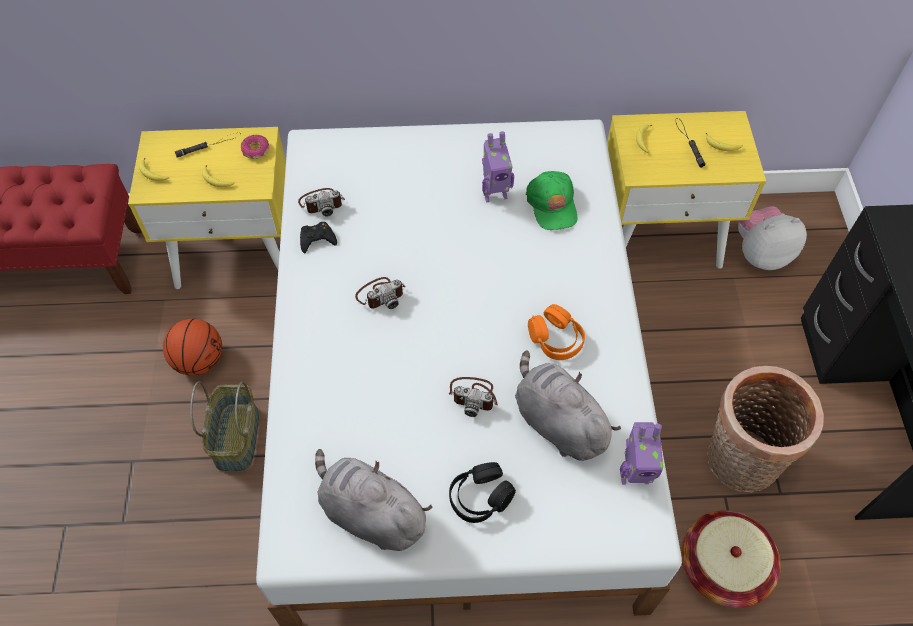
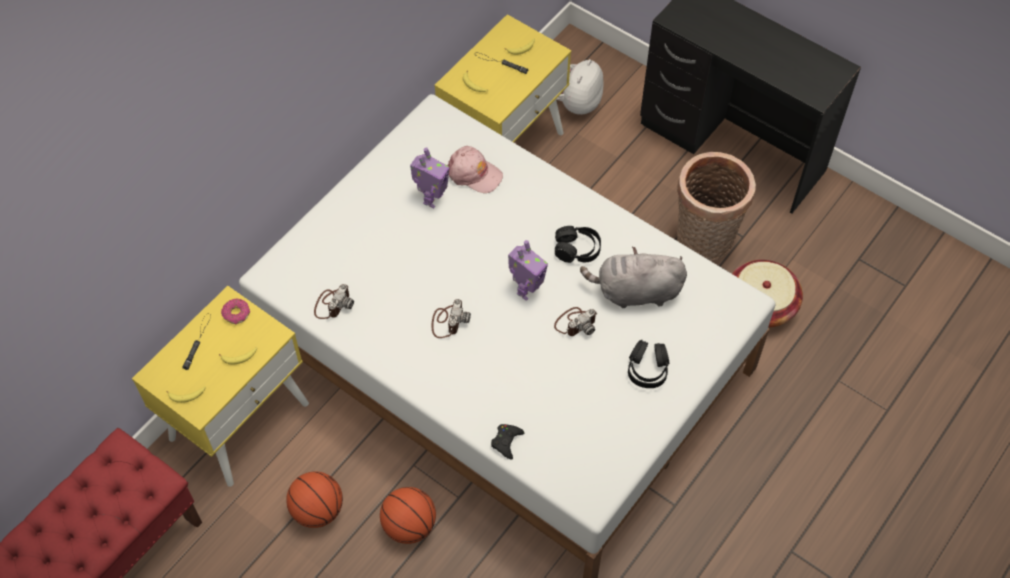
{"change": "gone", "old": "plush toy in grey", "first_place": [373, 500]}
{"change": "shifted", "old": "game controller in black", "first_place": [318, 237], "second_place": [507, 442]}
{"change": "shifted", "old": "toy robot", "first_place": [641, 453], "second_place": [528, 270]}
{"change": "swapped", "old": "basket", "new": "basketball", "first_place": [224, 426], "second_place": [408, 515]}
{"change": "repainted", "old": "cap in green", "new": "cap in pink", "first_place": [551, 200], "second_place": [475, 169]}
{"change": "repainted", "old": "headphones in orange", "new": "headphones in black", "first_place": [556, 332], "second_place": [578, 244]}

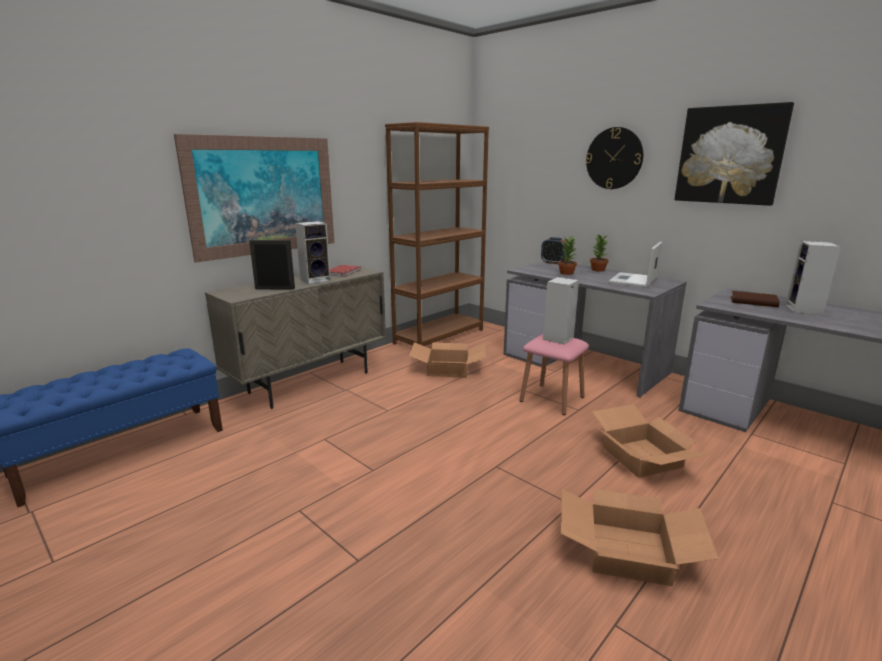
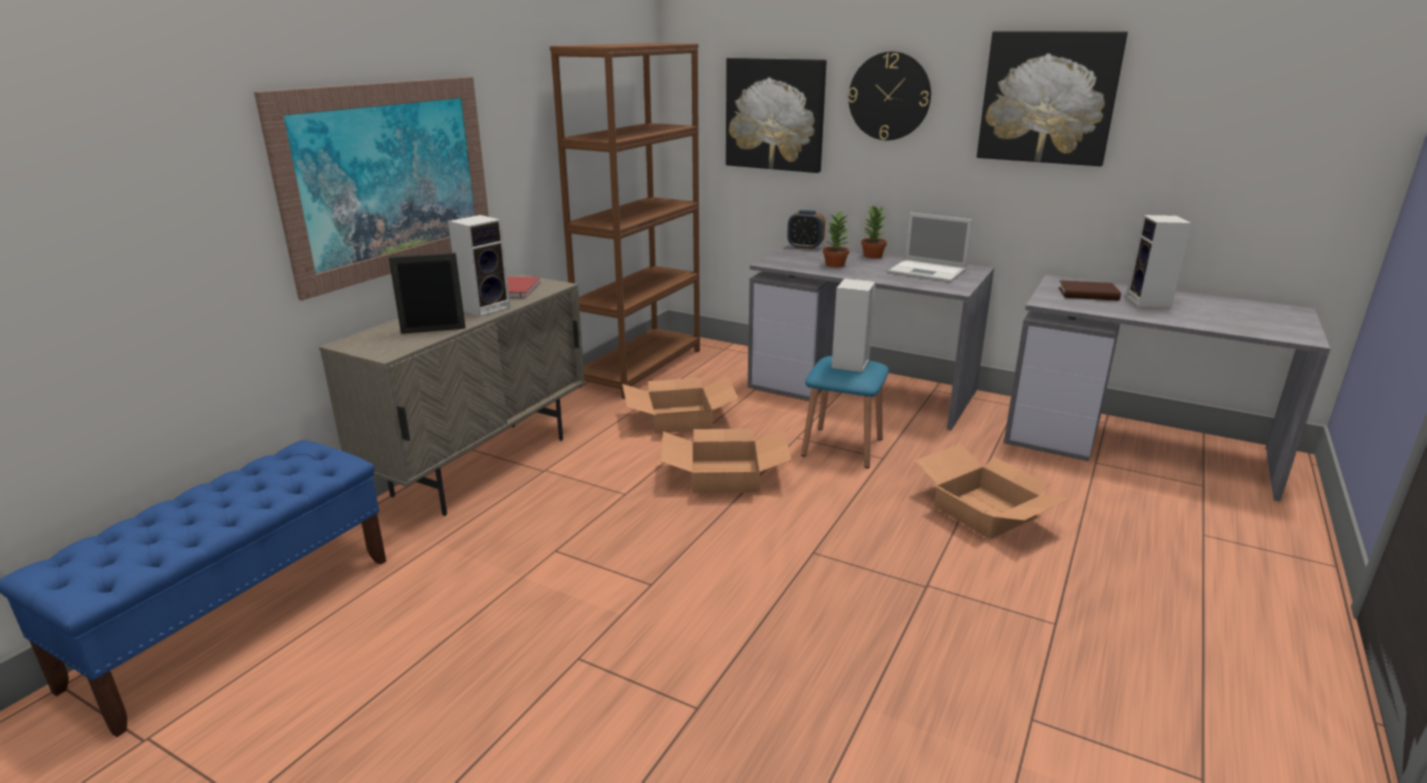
{"change": "new", "new": "picture", "second_place": [776, 115]}
{"change": "shifted", "old": "cardboard box", "first_place": [640, 537], "second_place": [726, 461]}
{"change": "repainted", "old": "stool in pink", "new": "stool in blue", "first_place": [554, 374], "second_place": [845, 412]}
{"change": "rotated", "old": "laptop", "first_place": [635, 265], "second_place": [930, 247], "degrees": -75}

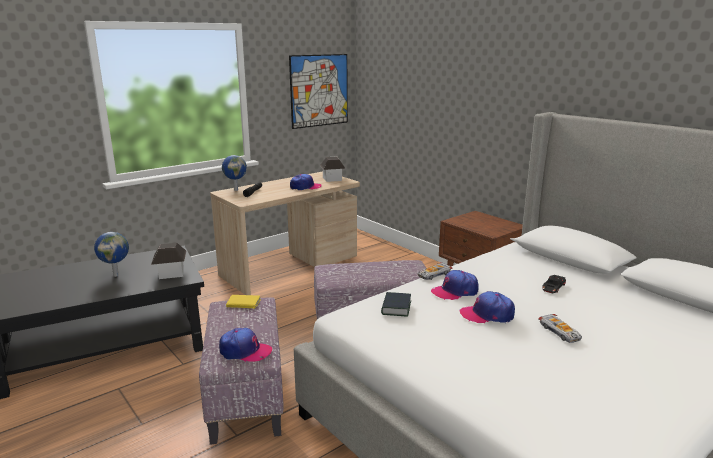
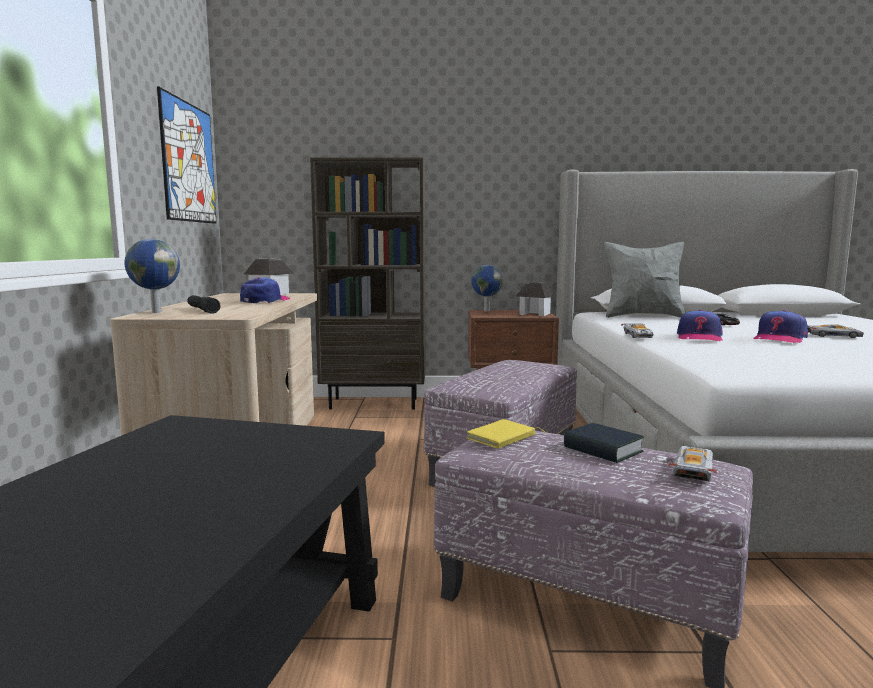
{"change": "new", "new": "bookcase in brown", "second_place": [368, 283]}
{"change": "new", "new": "pillow in grey", "second_place": [645, 279]}
{"change": "shifted", "old": "globe", "first_place": [111, 254], "second_place": [487, 288]}
{"change": "shifted", "old": "toy house", "first_place": [168, 261], "second_place": [535, 299]}
{"change": "shifted", "old": "book", "first_place": [396, 304], "second_place": [604, 443]}
{"change": "swapped", "old": "cap", "new": "toy car", "first_place": [245, 345], "second_place": [692, 463]}

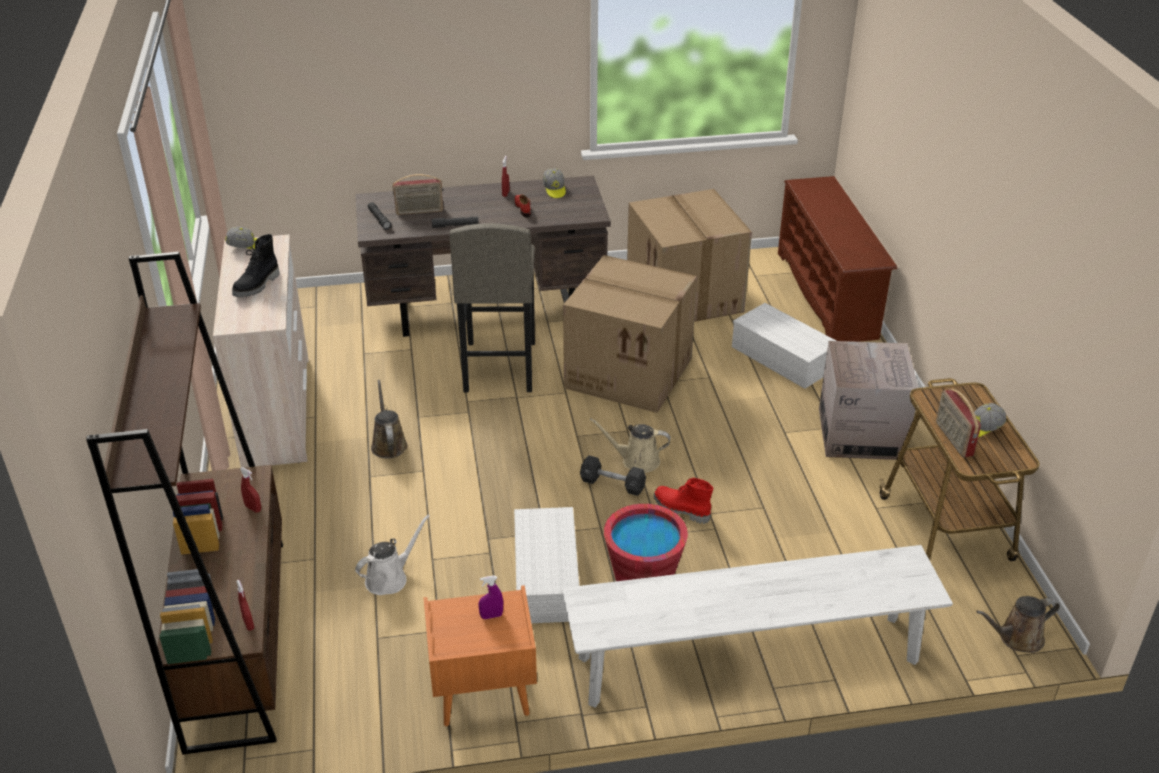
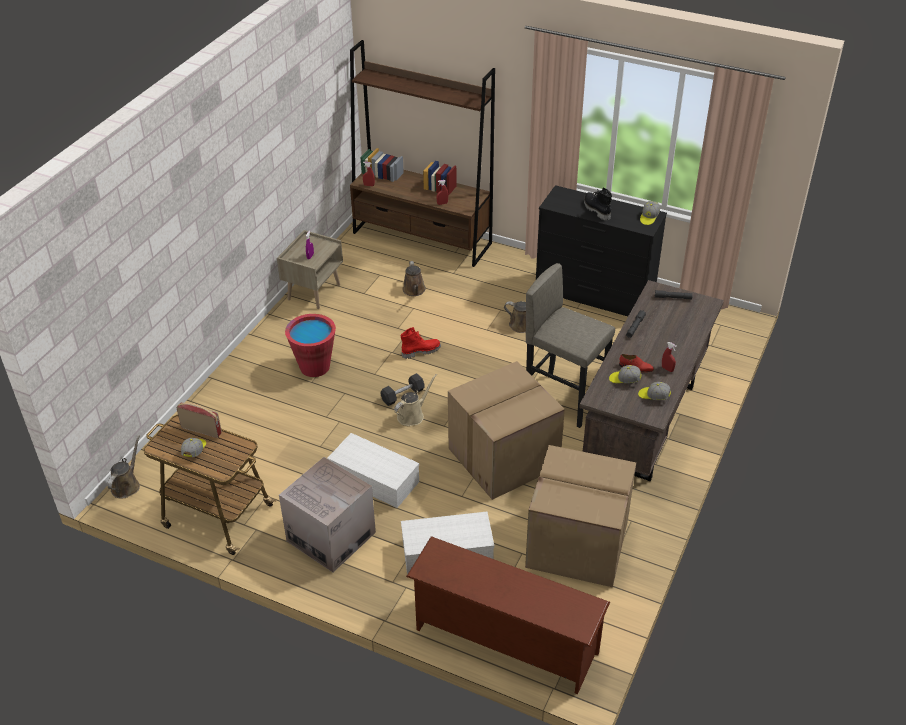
{"change": "gone", "old": "radio", "first_place": [418, 194]}
{"change": "gone", "old": "bench in white", "first_place": [757, 626]}
{"change": "new", "new": "cap", "second_place": [625, 374]}
{"change": "shifted", "old": "storage box in white", "first_place": [546, 565], "second_place": [373, 470]}
{"change": "shifted", "old": "boot in red", "first_place": [683, 501], "second_place": [420, 343]}
{"change": "repainted", "old": "dresser in beige", "new": "dresser in black", "first_place": [261, 351], "second_place": [601, 250]}
{"change": "repainted", "old": "watering can in white", "new": "watering can in brown", "first_place": [392, 555], "second_place": [414, 278]}
{"change": "repainted", "old": "nightstand in orange", "new": "nightstand in beige", "first_place": [480, 655], "second_place": [310, 269]}

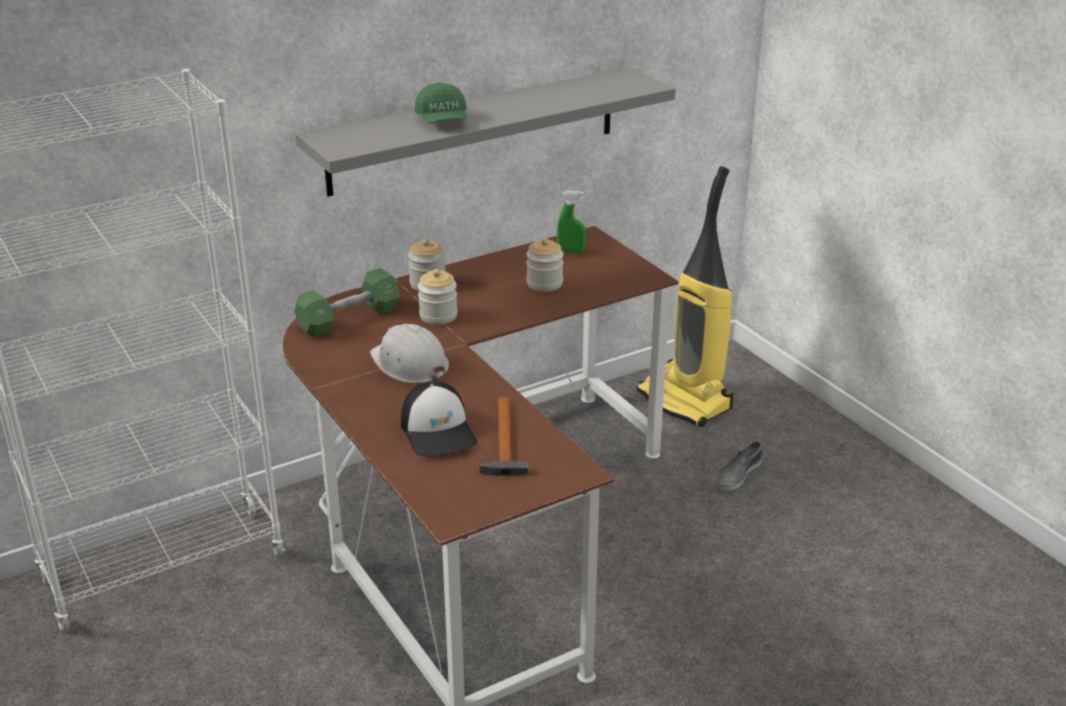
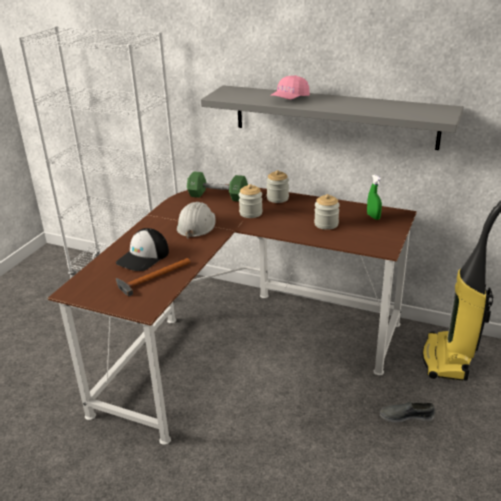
{"change": "repainted", "old": "cap in green", "new": "cap in pink", "first_place": [440, 102], "second_place": [290, 87]}

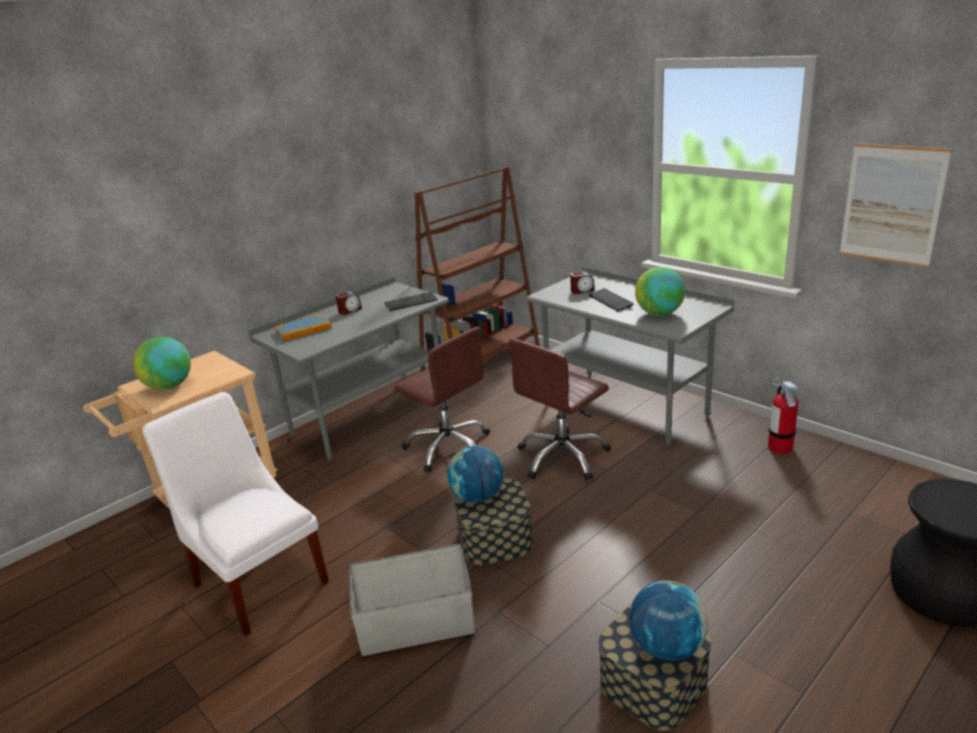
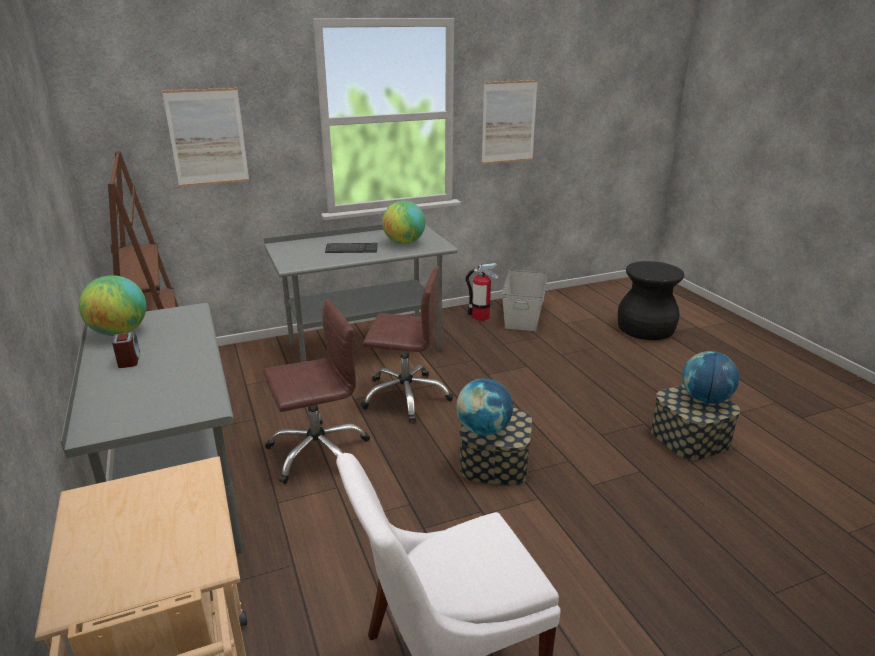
{"change": "gone", "old": "book", "first_place": [303, 327]}
{"change": "gone", "old": "keyboard", "first_place": [411, 301]}
{"change": "gone", "old": "alarm clock", "first_place": [582, 282]}
{"change": "new", "new": "picture", "second_place": [205, 137]}
{"change": "shifted", "old": "globe", "first_place": [162, 363], "second_place": [112, 305]}
{"change": "shifted", "old": "storage box in grey", "first_place": [412, 600], "second_place": [525, 300]}
{"change": "rotated", "old": "office chair in brown", "first_place": [560, 410], "second_place": [406, 344], "degrees": -60}

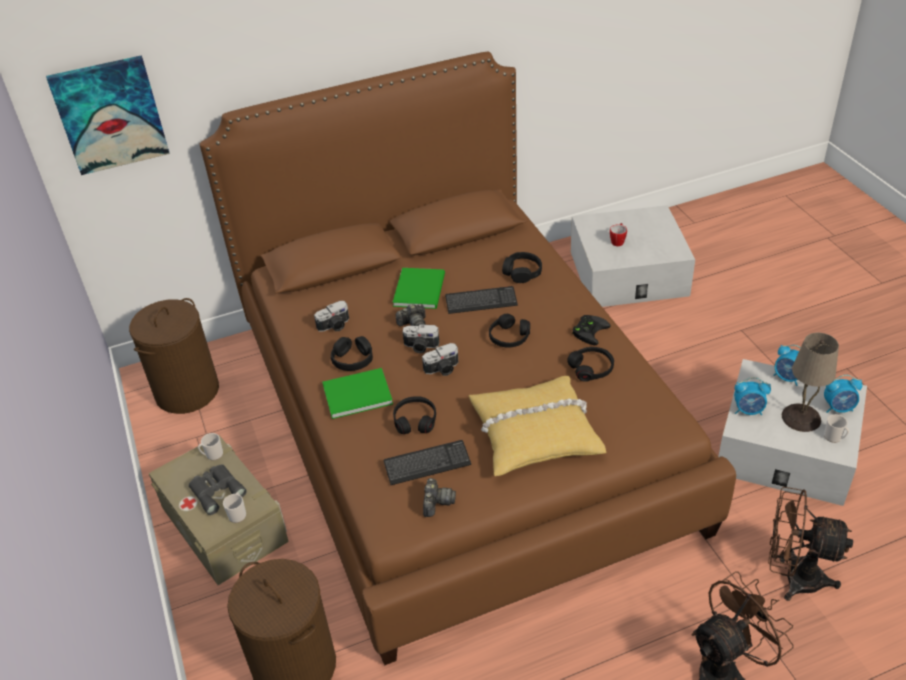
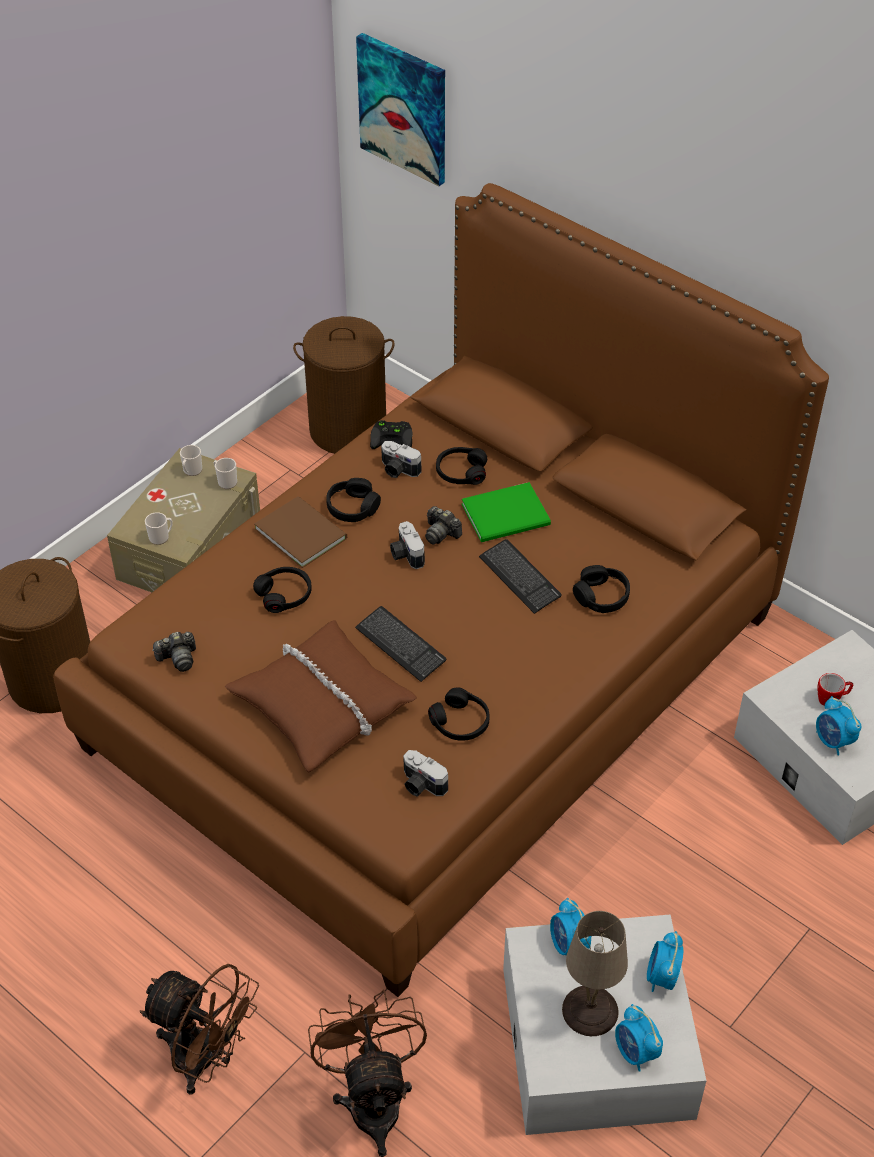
{"change": "gone", "old": "binoculars in grey", "first_place": [218, 490]}
{"change": "new", "new": "alarm clock", "second_place": [838, 726]}
{"change": "shifted", "old": "keyboard", "first_place": [427, 462], "second_place": [401, 644]}
{"change": "shifted", "old": "photo camera", "first_place": [440, 359], "second_place": [425, 773]}
{"change": "shifted", "old": "headphones in black", "first_place": [509, 331], "second_place": [461, 466]}
{"change": "shifted", "old": "game controller in black", "first_place": [591, 330], "second_place": [391, 434]}
{"change": "shifted", "old": "mug", "first_place": [836, 428], "second_place": [191, 460]}
{"change": "repainted", "old": "book in green", "new": "book in brown", "first_place": [357, 393], "second_place": [300, 532]}
{"change": "repainted", "old": "pillow in yellow", "new": "pillow in brown", "first_place": [538, 426], "second_place": [321, 696]}

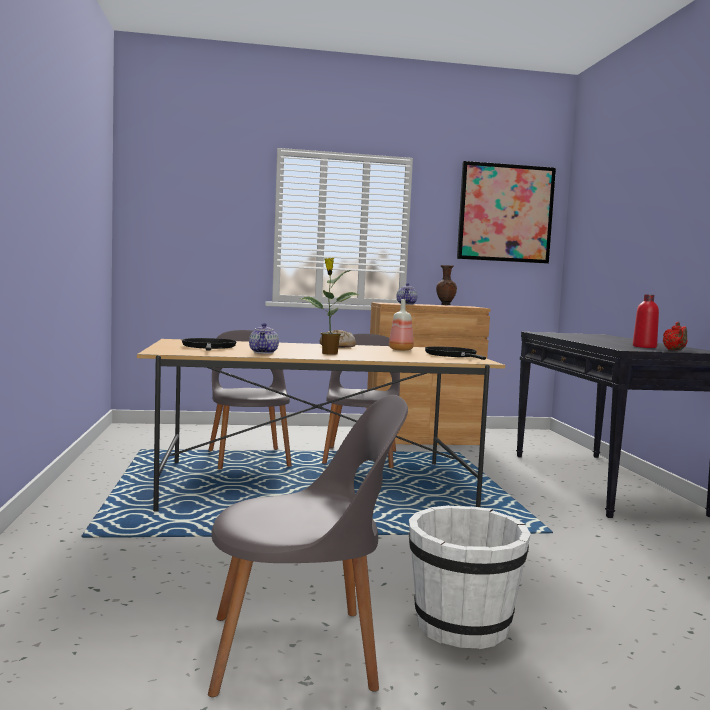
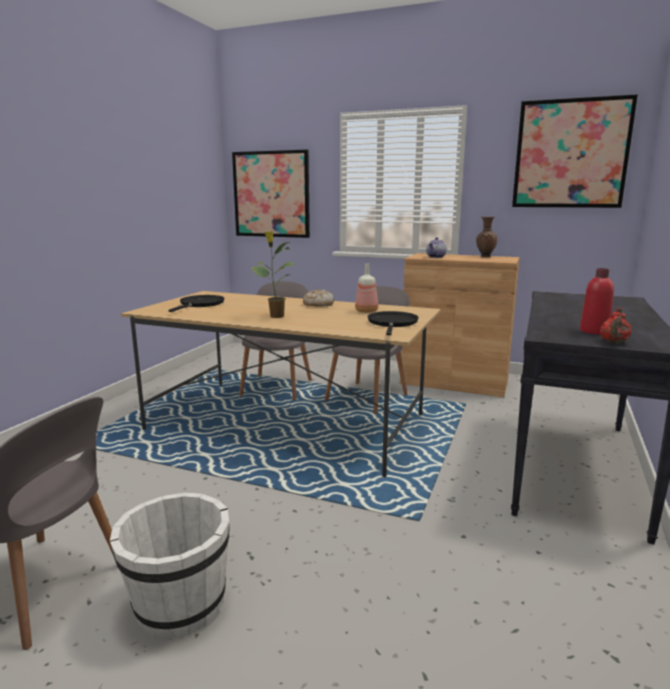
{"change": "gone", "old": "teapot", "first_place": [264, 338]}
{"change": "new", "new": "picture", "second_place": [271, 194]}

